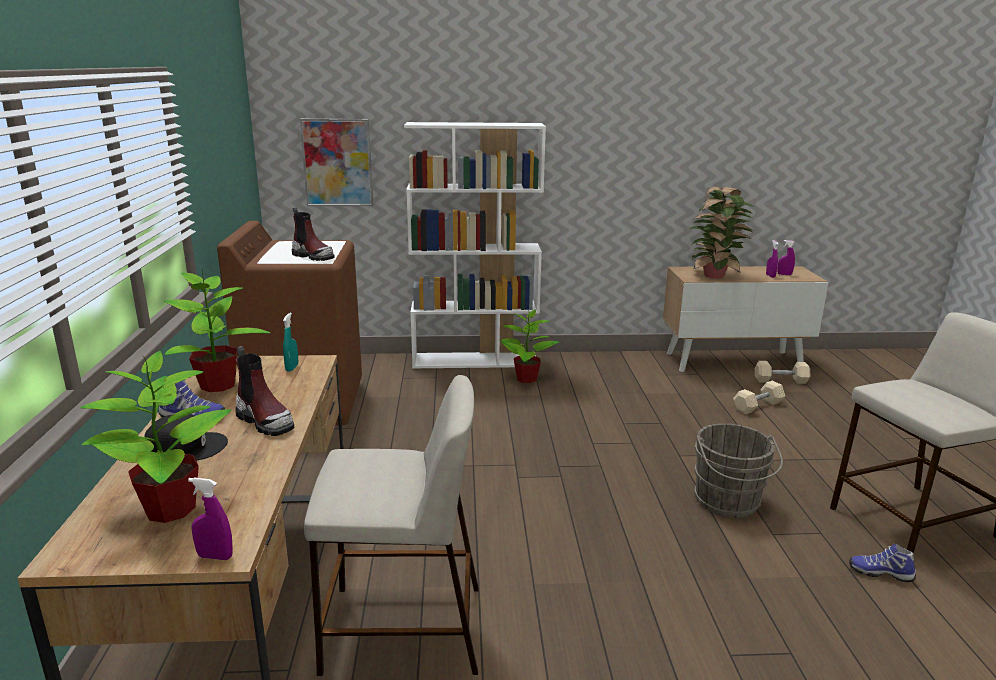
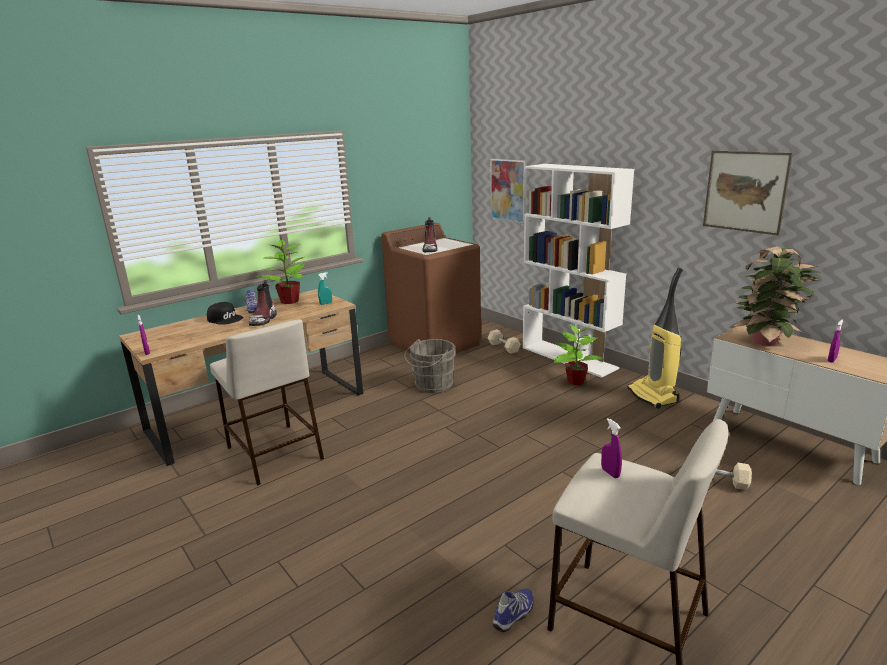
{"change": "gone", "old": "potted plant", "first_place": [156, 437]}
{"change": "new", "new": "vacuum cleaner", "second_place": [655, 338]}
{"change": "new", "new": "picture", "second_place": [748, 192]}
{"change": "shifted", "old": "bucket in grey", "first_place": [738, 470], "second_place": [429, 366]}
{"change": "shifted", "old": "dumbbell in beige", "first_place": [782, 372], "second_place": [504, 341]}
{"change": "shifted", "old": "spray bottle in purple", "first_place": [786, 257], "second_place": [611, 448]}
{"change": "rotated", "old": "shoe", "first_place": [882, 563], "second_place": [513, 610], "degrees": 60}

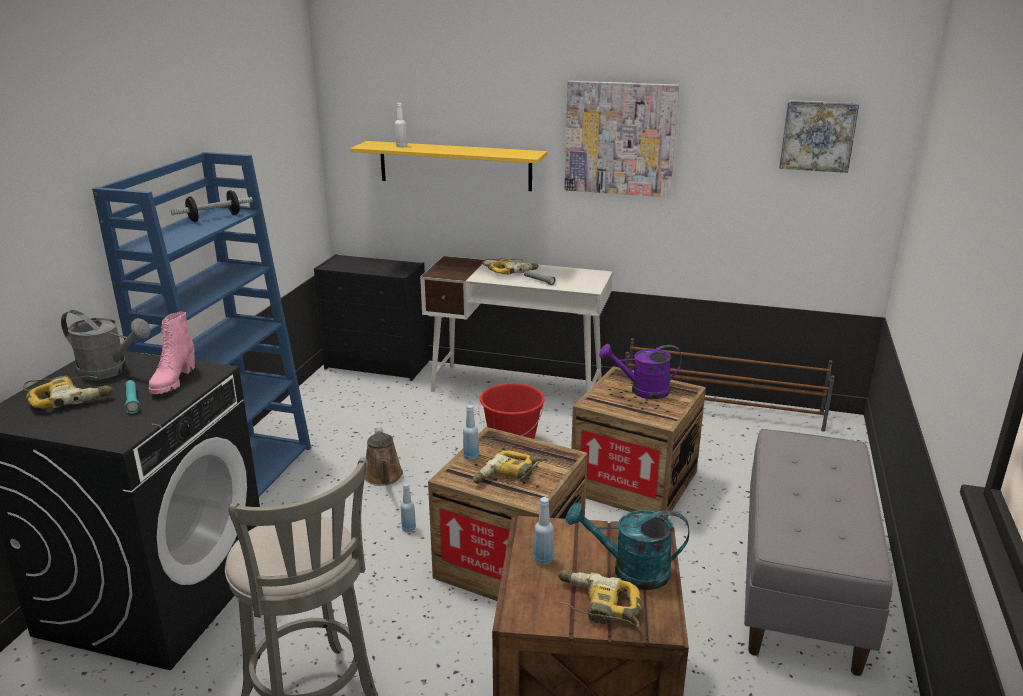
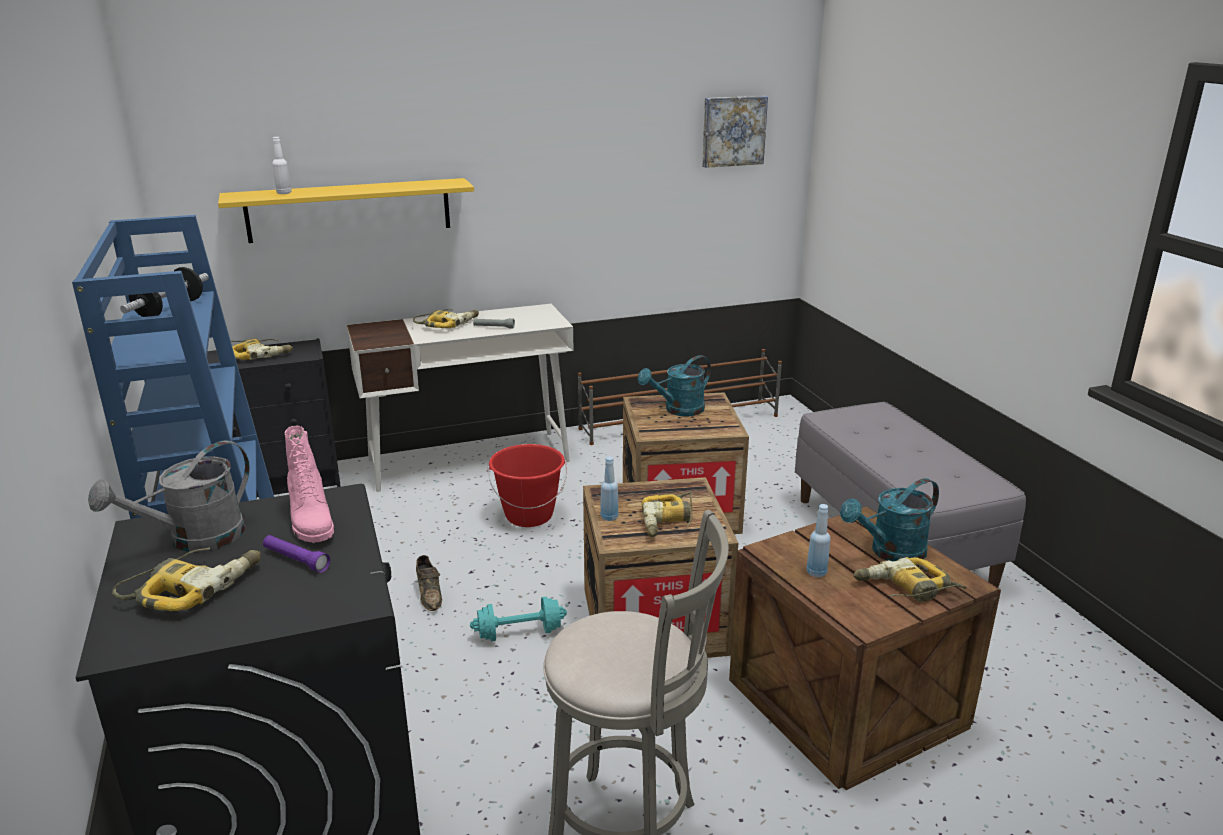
{"change": "gone", "old": "picture", "first_place": [622, 139]}
{"change": "new", "new": "power drill", "second_place": [262, 349]}
{"change": "swapped", "old": "watering can in brown", "new": "shoe in brown", "first_place": [384, 456], "second_place": [429, 583]}
{"change": "swapped", "old": "bottle in blue", "new": "dumbbell in turquoise", "first_place": [408, 507], "second_place": [518, 619]}
{"change": "repainted", "old": "flashlight in turquoise", "new": "flashlight in purple", "first_place": [132, 397], "second_place": [296, 554]}
{"change": "repainted", "old": "watering can in purple", "new": "watering can in turquoise", "first_place": [640, 371], "second_place": [674, 385]}
{"change": "rotated", "old": "watering can in grey", "first_place": [106, 345], "second_place": [169, 496], "degrees": 150}

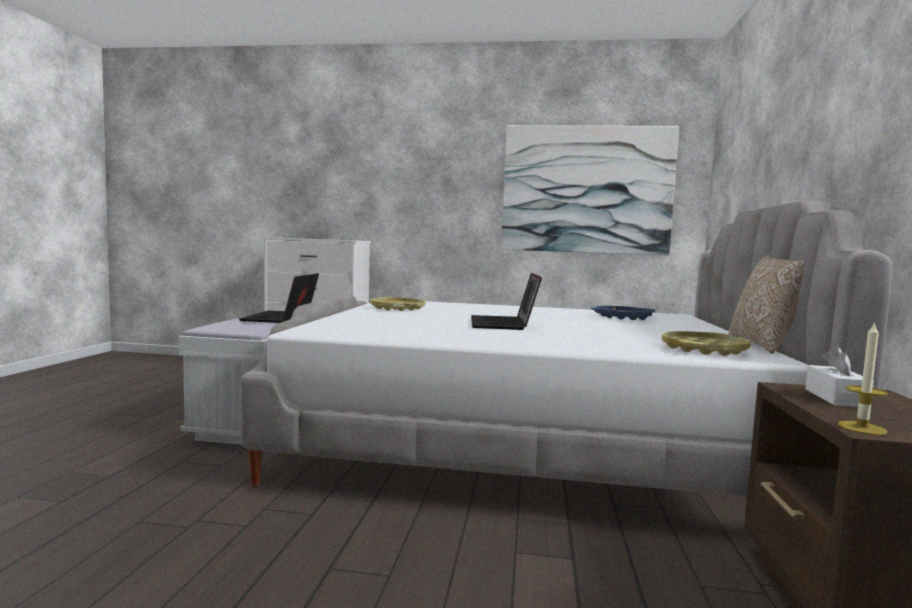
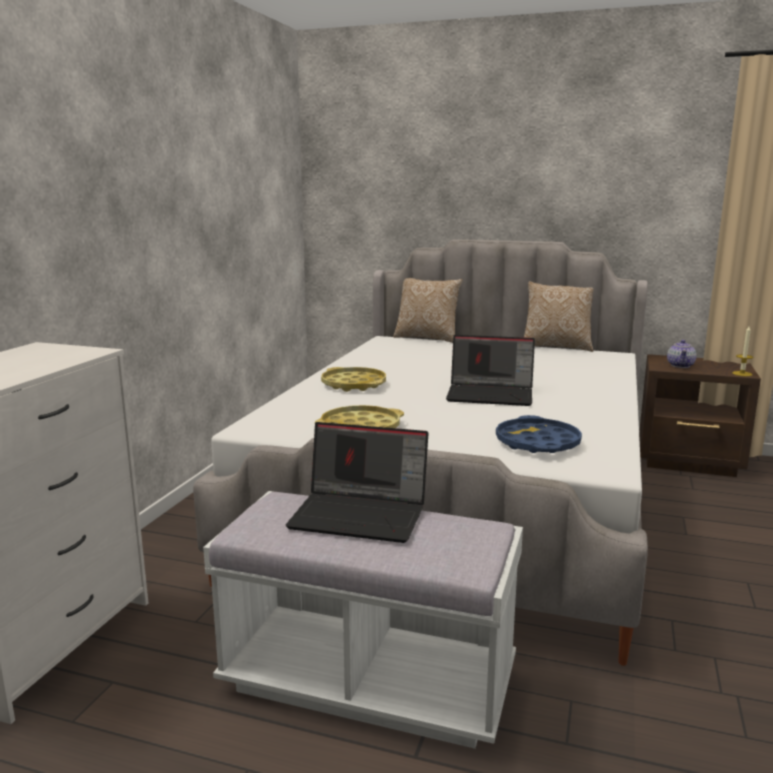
{"change": "gone", "old": "picture", "first_place": [590, 190]}
{"change": "new", "new": "pillow", "second_place": [427, 310]}
{"change": "shifted", "old": "tray in blue", "first_place": [623, 313], "second_place": [539, 434]}
{"change": "shifted", "old": "tray in yellow", "first_place": [706, 343], "second_place": [353, 379]}
{"change": "swapped", "old": "tissue box in white", "new": "teapot", "first_place": [839, 377], "second_place": [682, 354]}

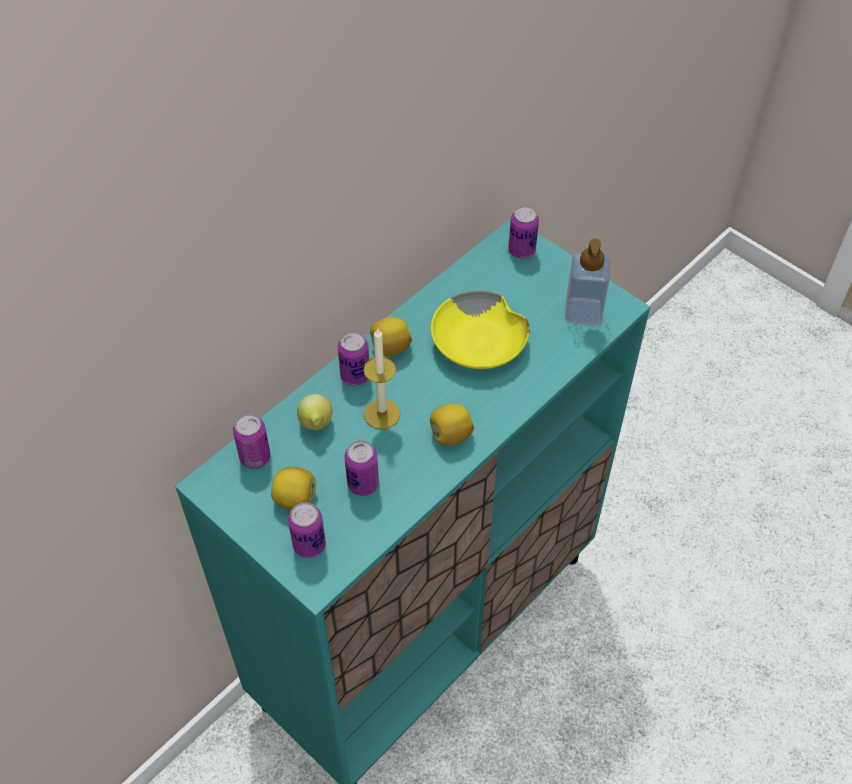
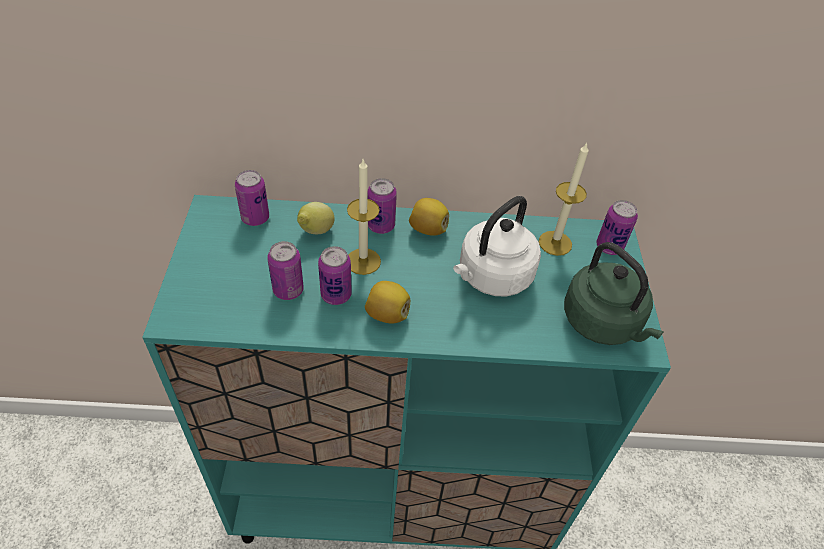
{"change": "gone", "old": "lemon", "first_place": [293, 488]}
{"change": "new", "new": "candle", "second_place": [564, 199]}
{"change": "shifted", "old": "can", "first_place": [307, 530], "second_place": [335, 275]}
{"change": "swapped", "old": "bowl in yellow", "new": "kettle in white", "first_place": [480, 329], "second_place": [497, 246]}
{"change": "swapped", "old": "soap dispenser", "new": "kettle in green", "first_place": [587, 282], "second_place": [614, 293]}

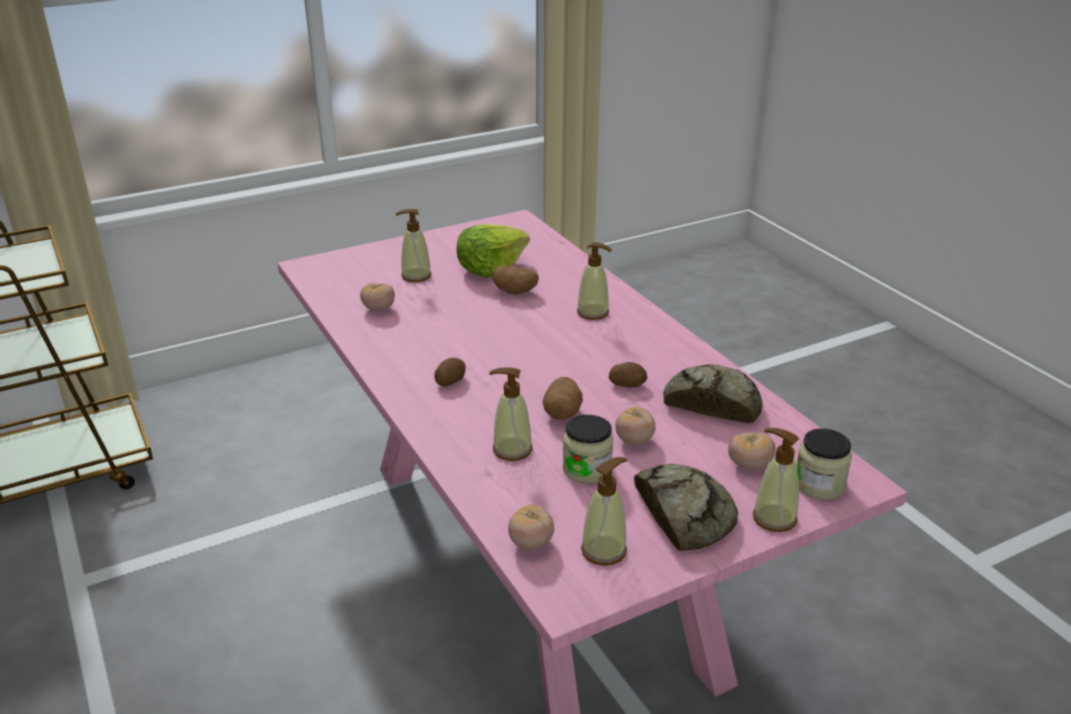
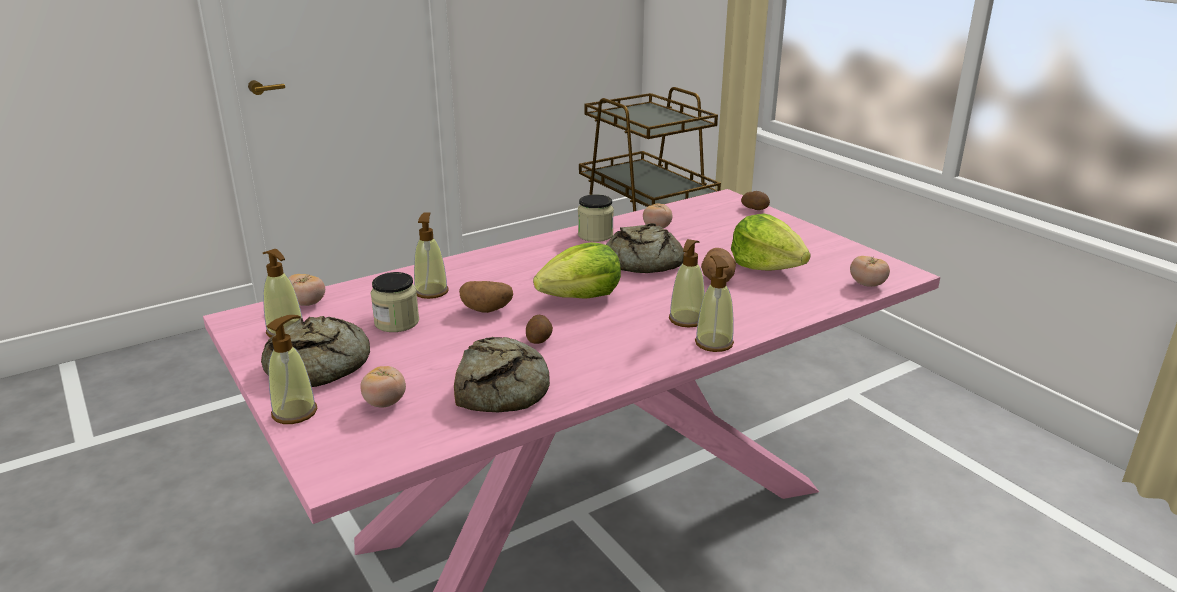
{"change": "new", "new": "lettuce", "second_place": [577, 270]}
{"change": "new", "new": "bread", "second_place": [645, 248]}
{"change": "shifted", "old": "soap dispenser", "first_place": [413, 245], "second_place": [714, 303]}
{"change": "shifted", "old": "potato", "first_place": [450, 372], "second_place": [755, 200]}
{"change": "shifted", "old": "tomato", "first_place": [635, 426], "second_place": [870, 271]}
{"change": "shifted", "old": "jar", "first_place": [824, 464], "second_place": [596, 218]}

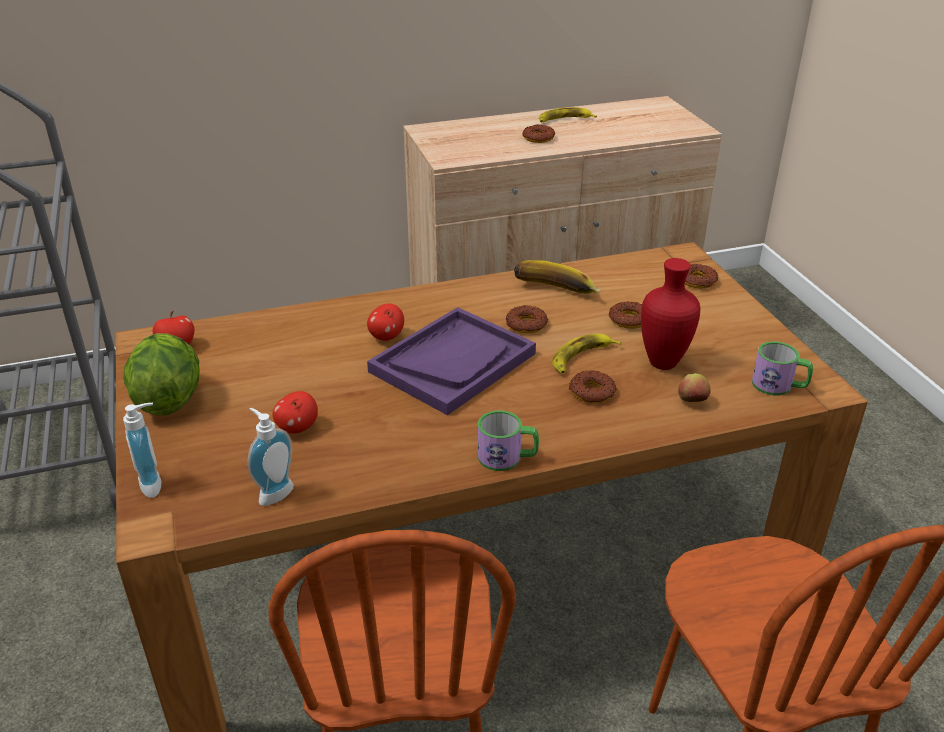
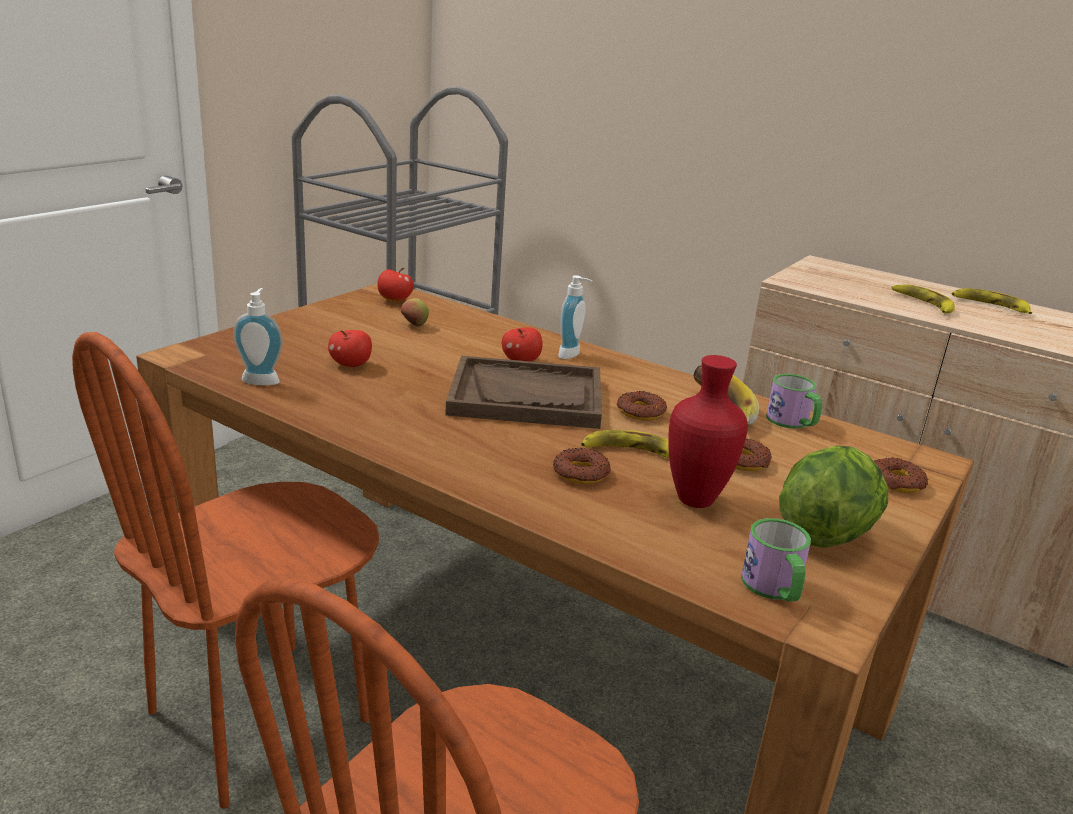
{"change": "shifted", "old": "lettuce", "first_place": [161, 374], "second_place": [833, 497]}
{"change": "shifted", "old": "soap dispenser", "first_place": [142, 450], "second_place": [575, 317]}
{"change": "shifted", "old": "mug", "first_place": [508, 440], "second_place": [794, 401]}
{"change": "shifted", "old": "apple", "first_place": [694, 387], "second_place": [415, 312]}
{"change": "swapped", "old": "donut", "new": "banana", "first_place": [538, 134], "second_place": [923, 299]}
{"change": "repainted", "old": "tray in purple", "new": "tray in brown", "first_place": [451, 361], "second_place": [523, 392]}

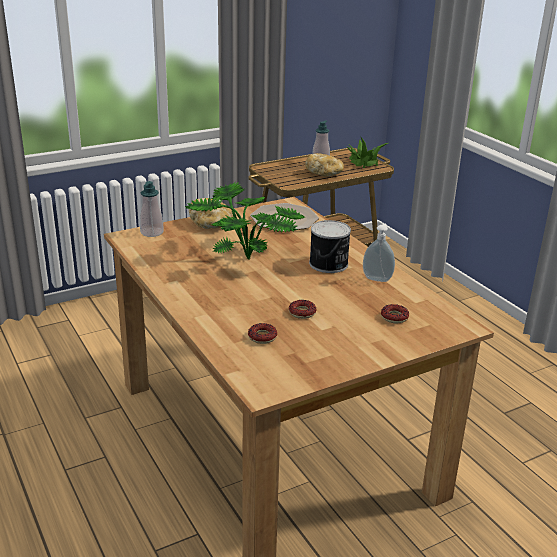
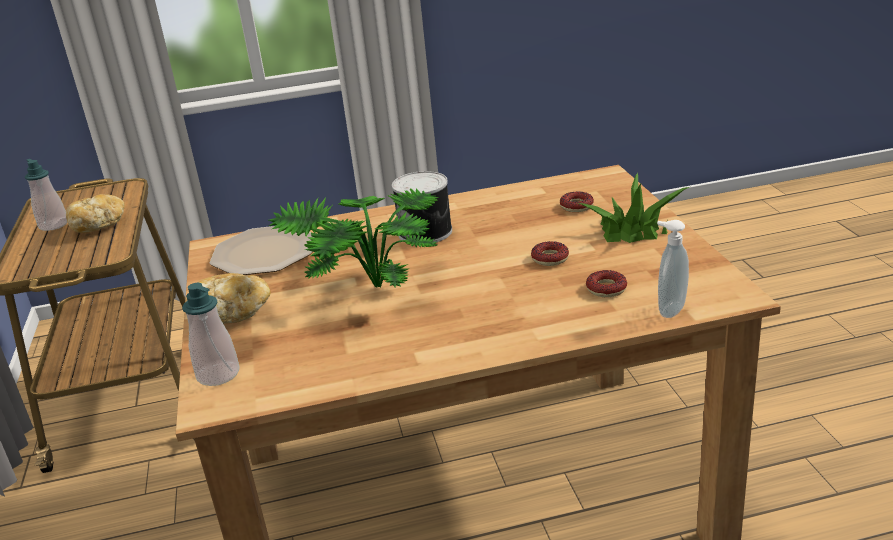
{"change": "shifted", "old": "potted plant", "first_place": [367, 152], "second_place": [634, 208]}
{"change": "shifted", "old": "soap dispenser", "first_place": [379, 252], "second_place": [673, 269]}

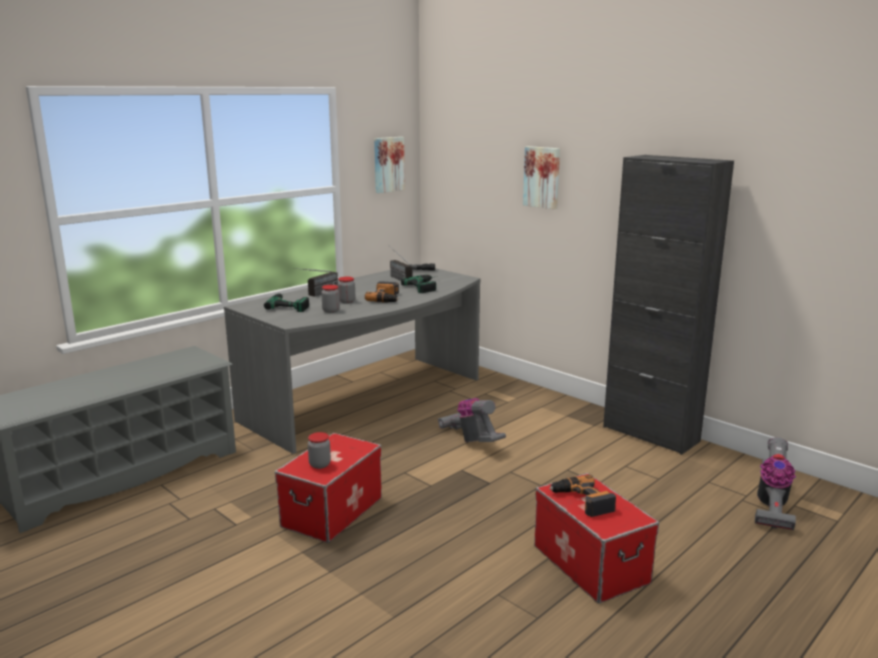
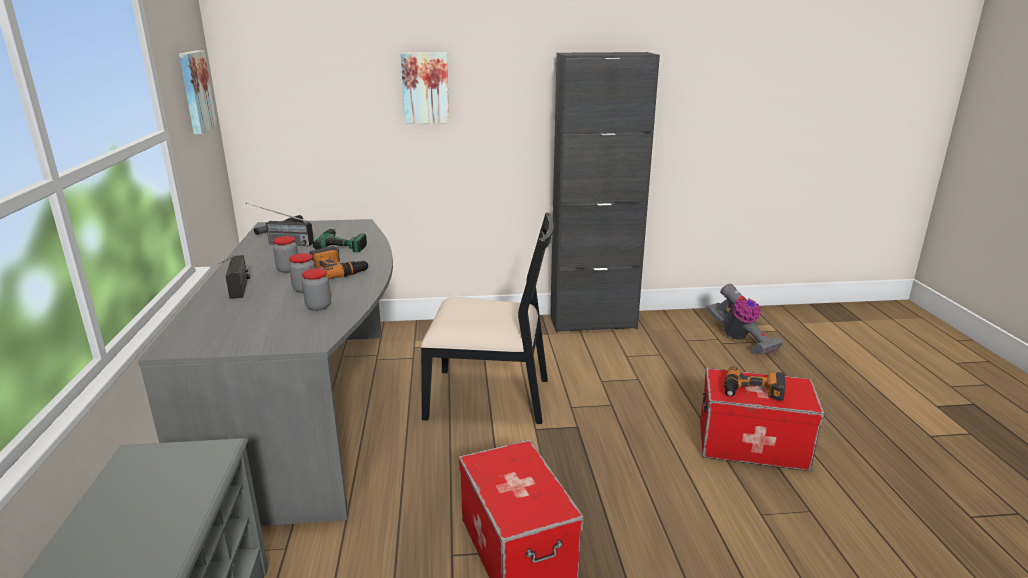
{"change": "gone", "old": "power drill", "first_place": [286, 302]}
{"change": "shifted", "old": "jar", "first_place": [319, 450], "second_place": [285, 254]}
{"change": "swapped", "old": "vacuum cleaner", "new": "chair in black", "first_place": [472, 420], "second_place": [487, 318]}

